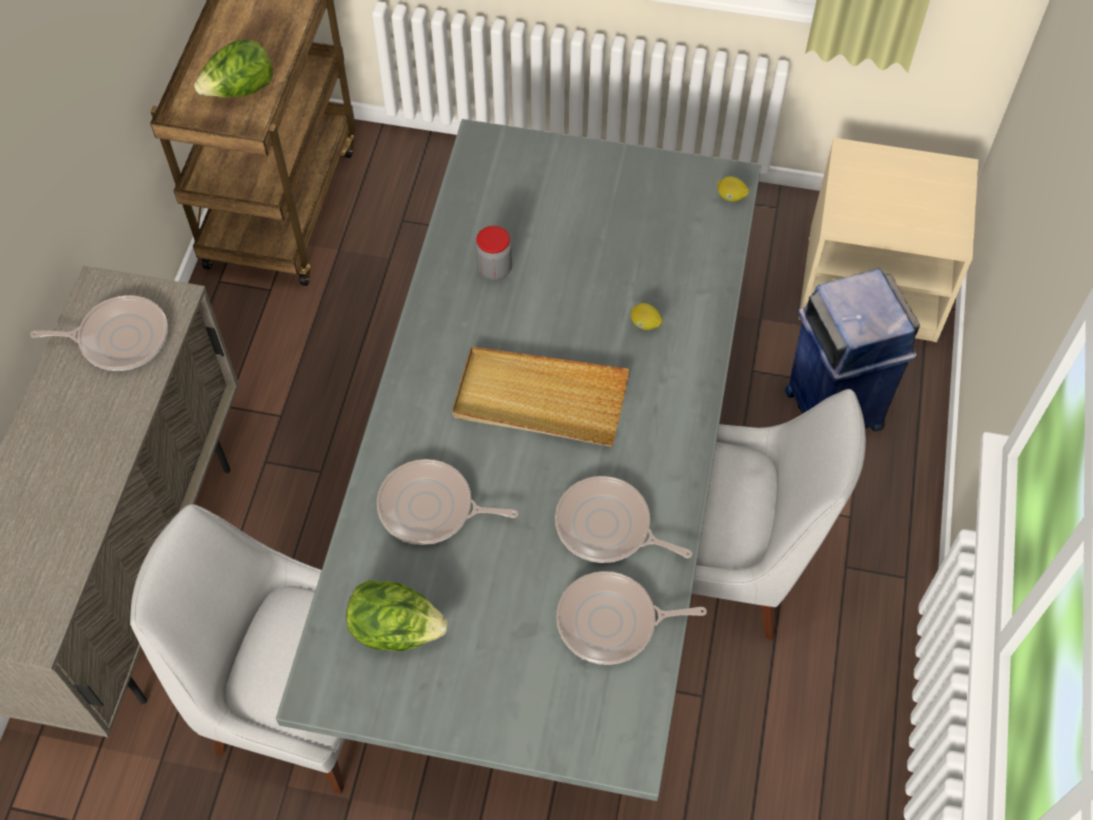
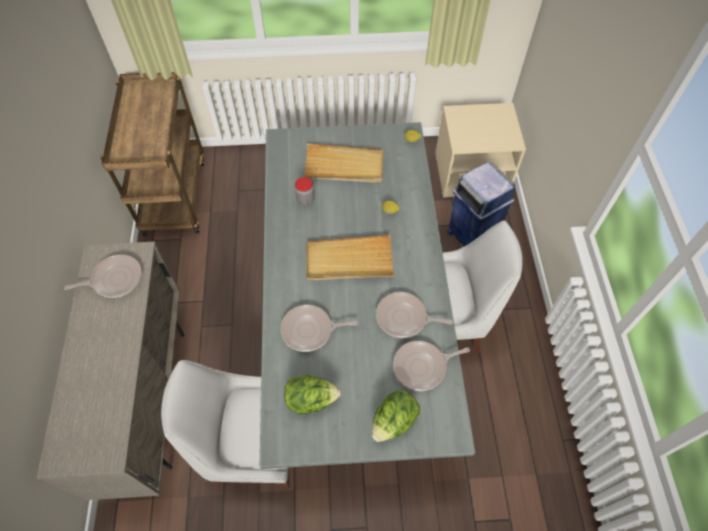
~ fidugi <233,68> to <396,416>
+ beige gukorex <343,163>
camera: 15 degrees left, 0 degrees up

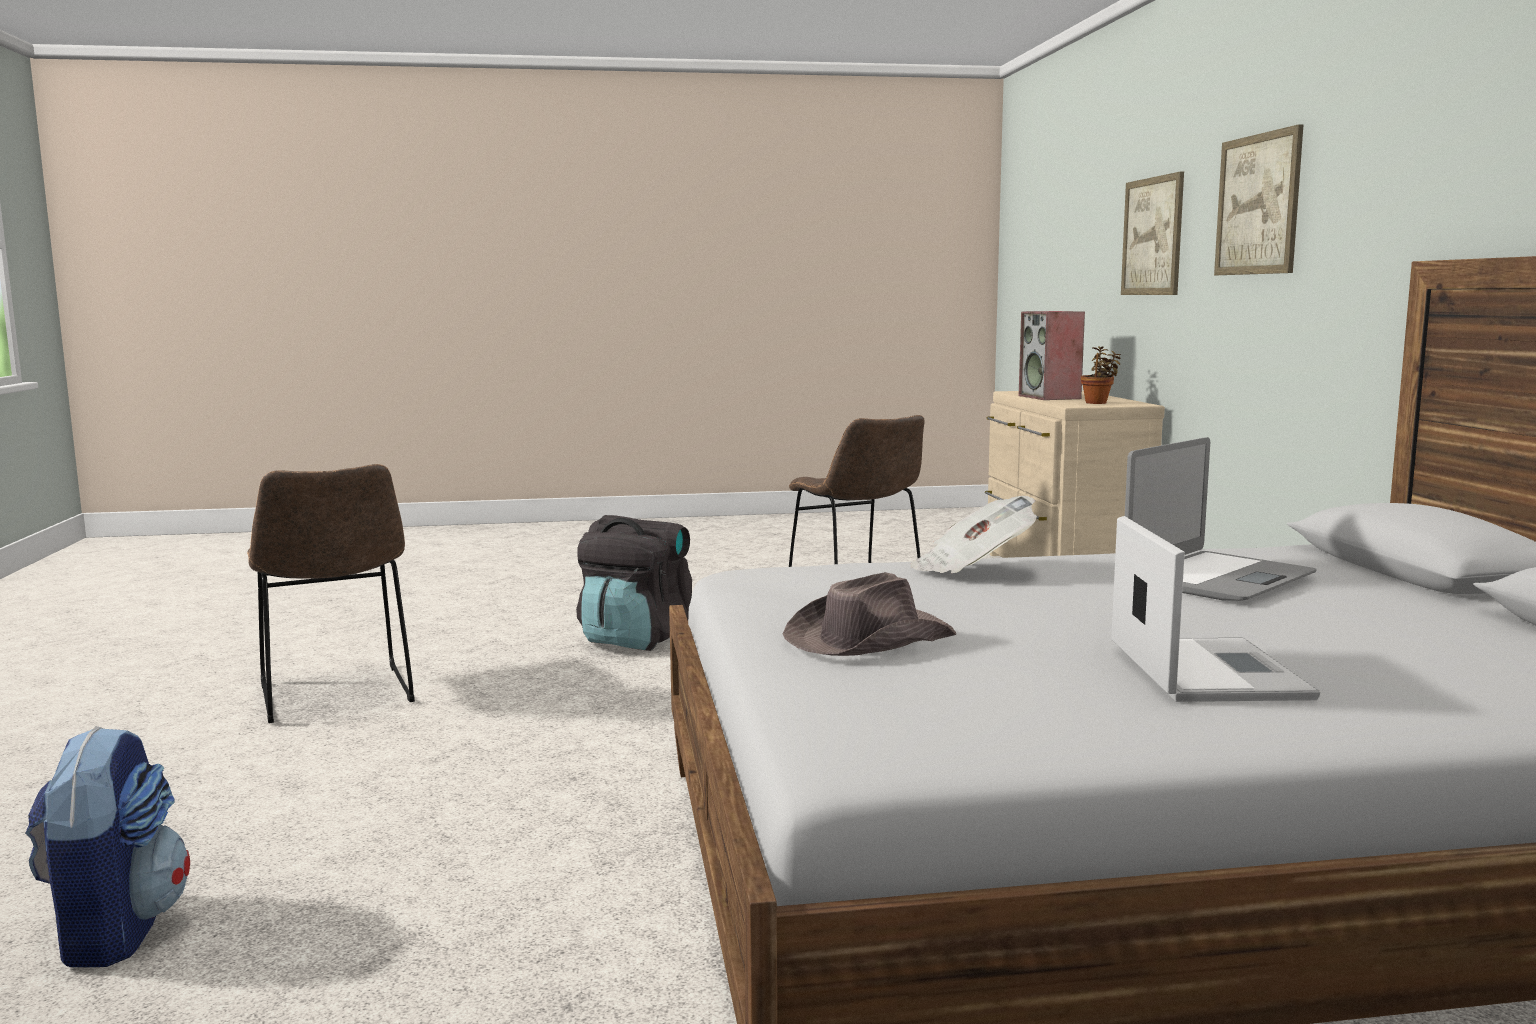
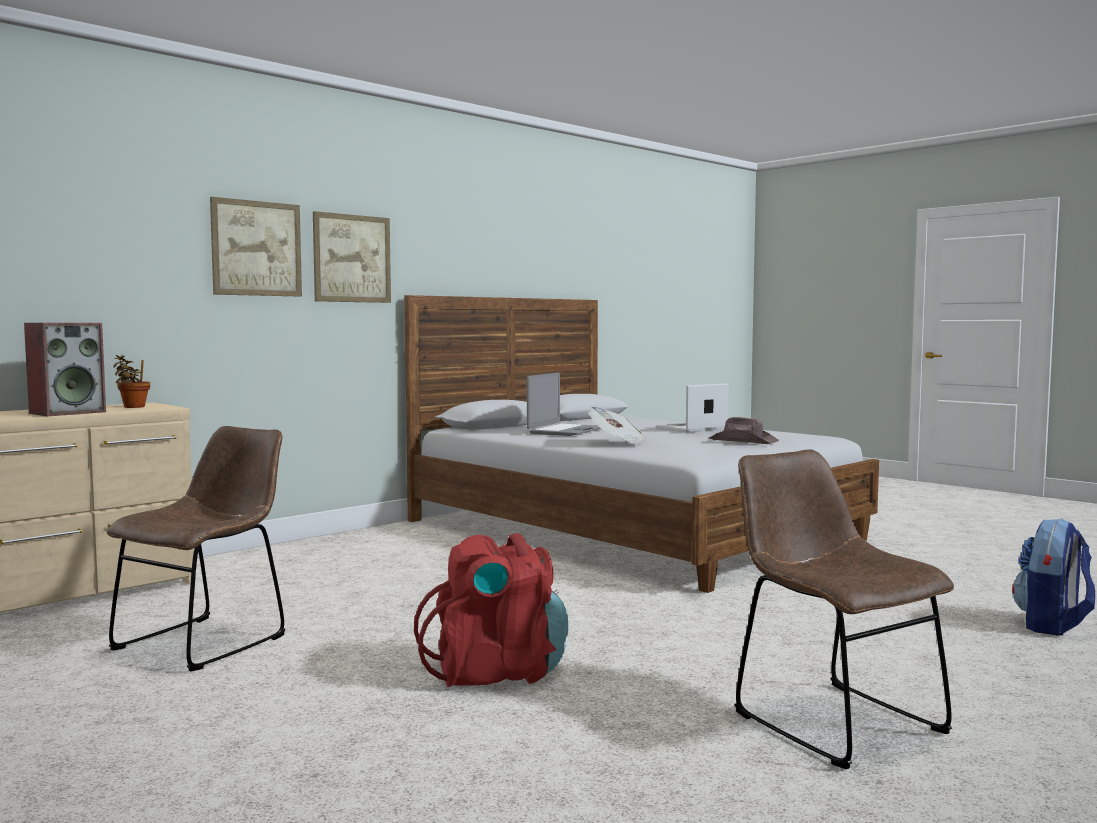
~ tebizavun <1152,233> to <352,257>
~ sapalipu <1221,519> = <563,404> 105 degrees clockwise
~ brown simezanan <331,593> = <844,609> 60 degrees counterclockwise
~ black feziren <634,583> to red feziren <491,610>
camera: 125 degrees left, 5 degrees down

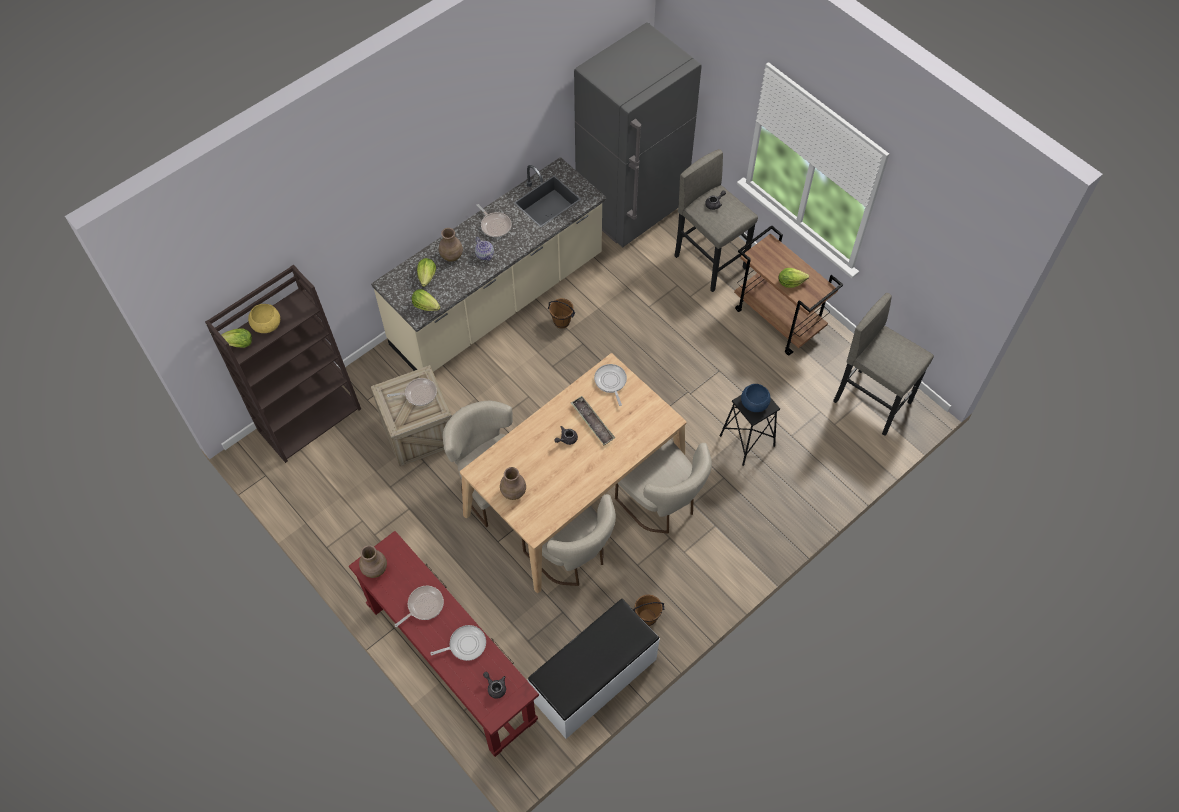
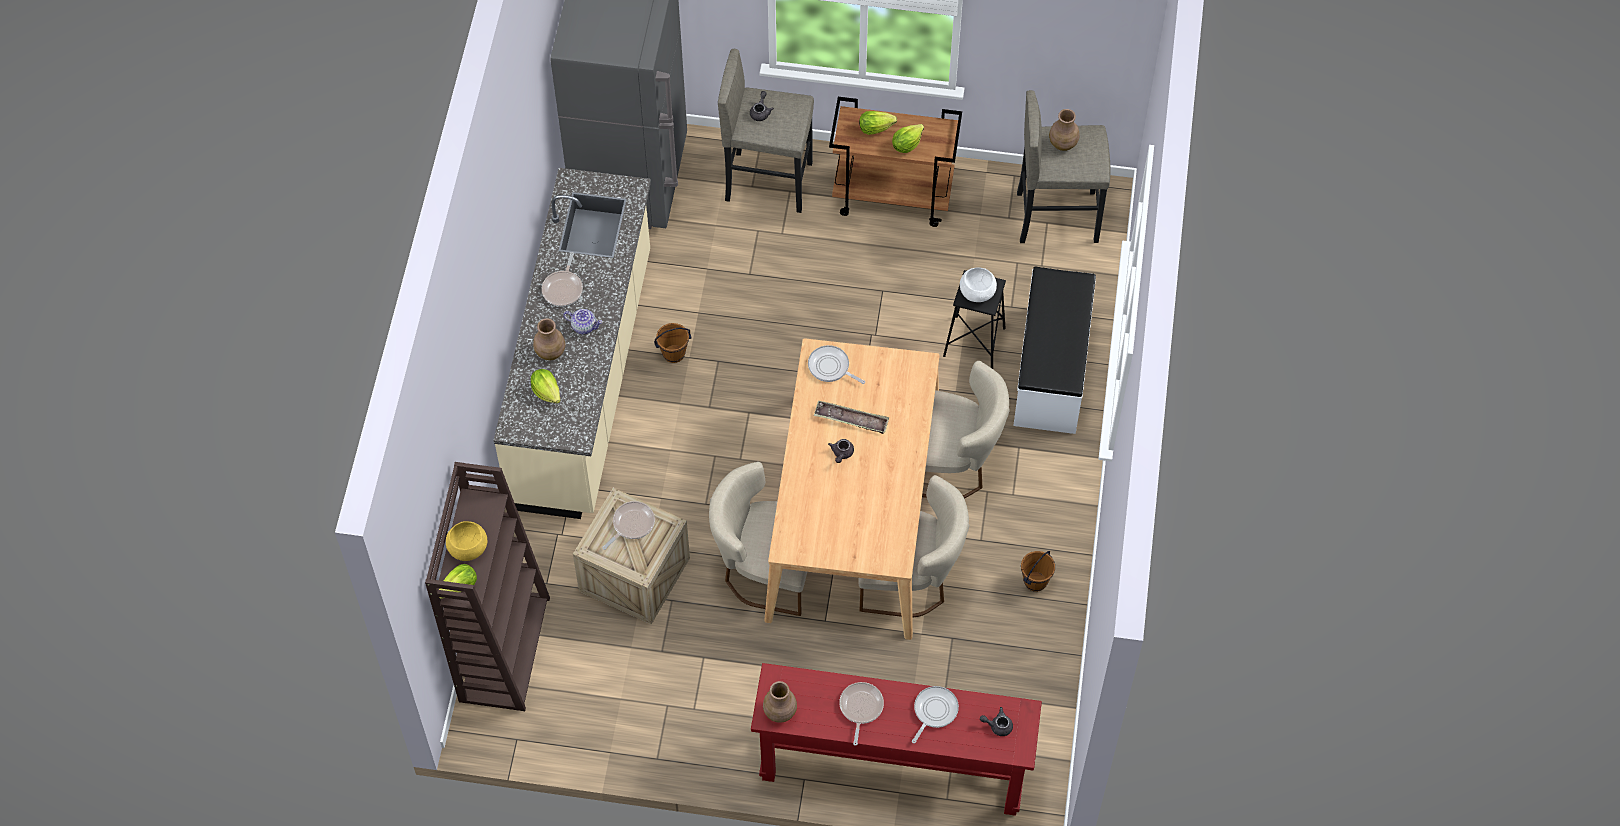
~ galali <493,221> = <562,279> 90 degrees clockwise
~ fidugi <426,300> to <878,123>
~ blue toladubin <756,398> to white toladubin <978,284>
~ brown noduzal <513,483> to <1064,130>
~ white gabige <594,669> to <1054,350>
camera: 40 degrees left, 0 degrees up

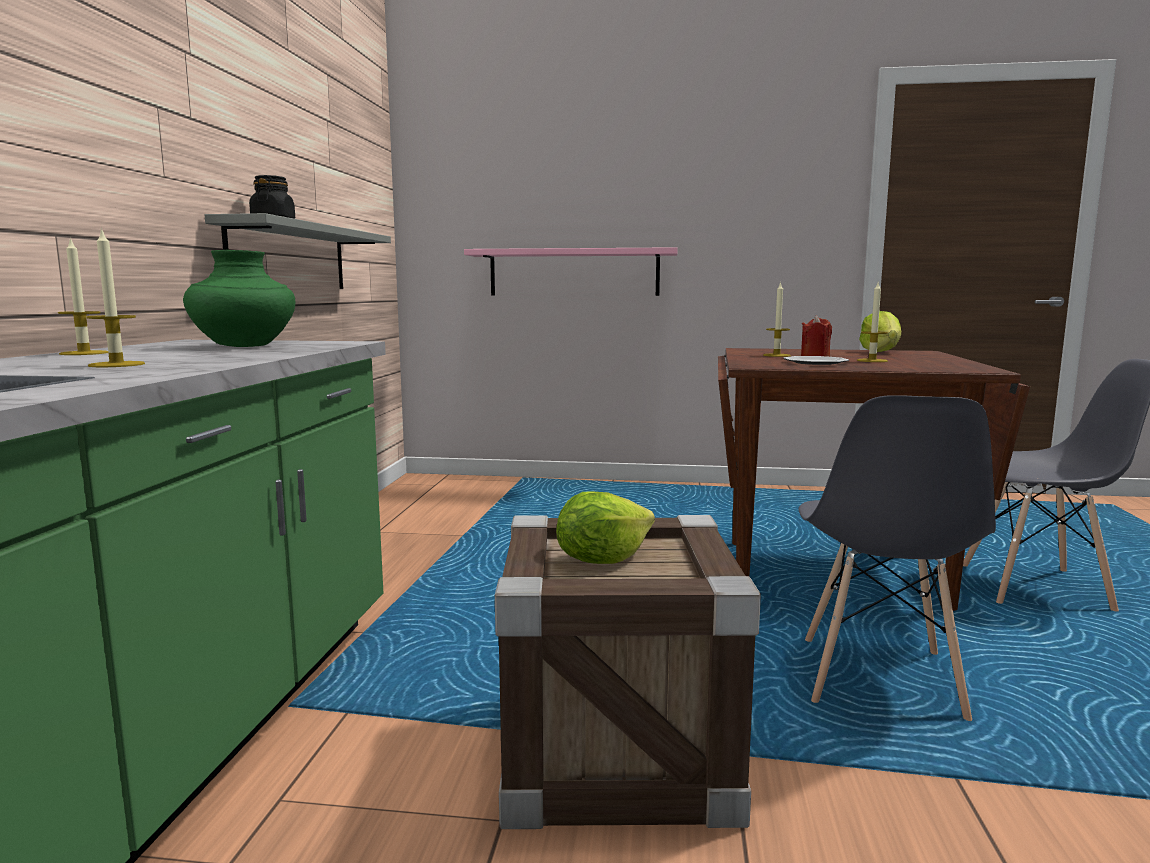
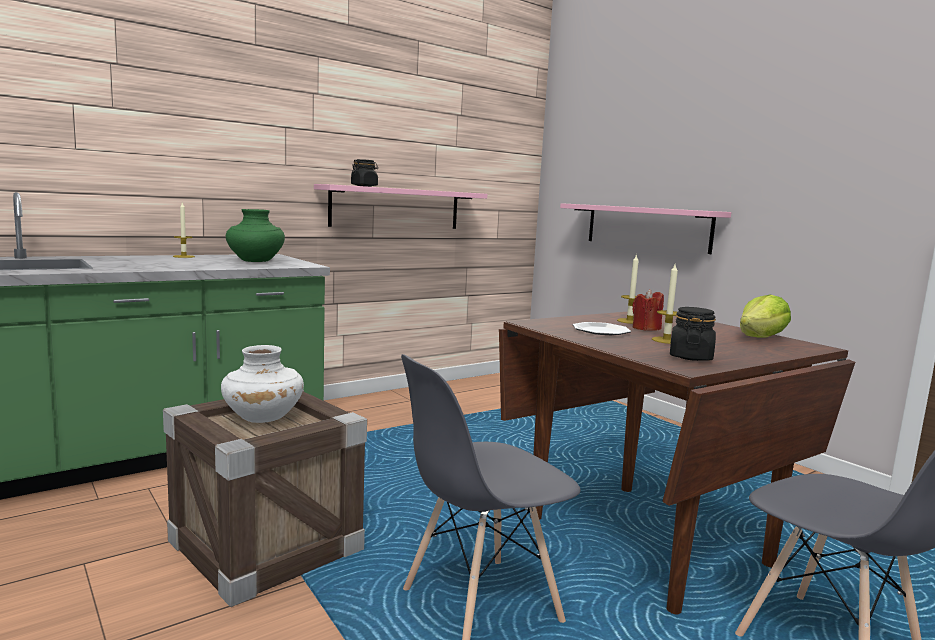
~ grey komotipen <298,251> to pink komotipen <400,206>
- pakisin <116,297>
~ fidugi <605,527> to white noduzal <262,384>
+ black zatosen <693,334>
camera: 45 degrees right, 0 degrees up

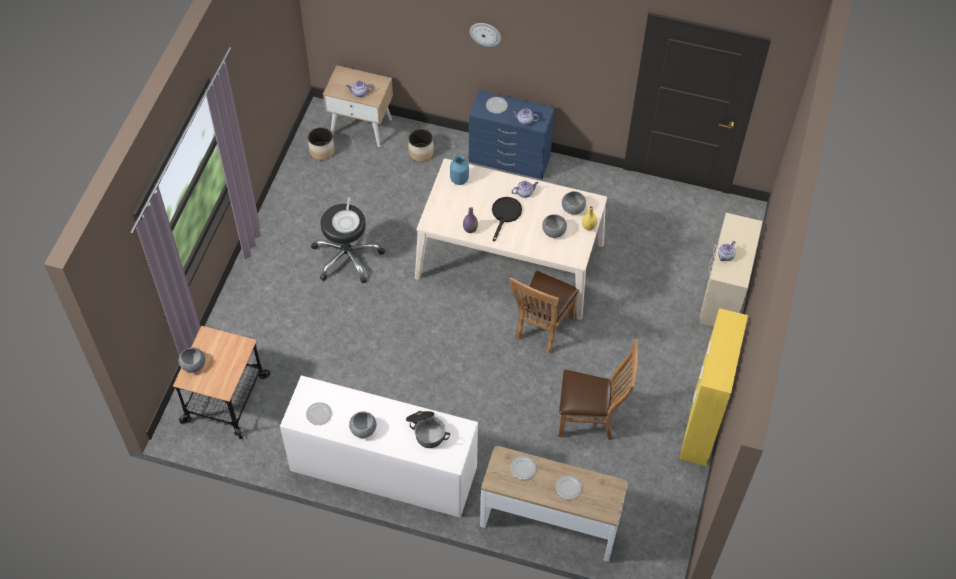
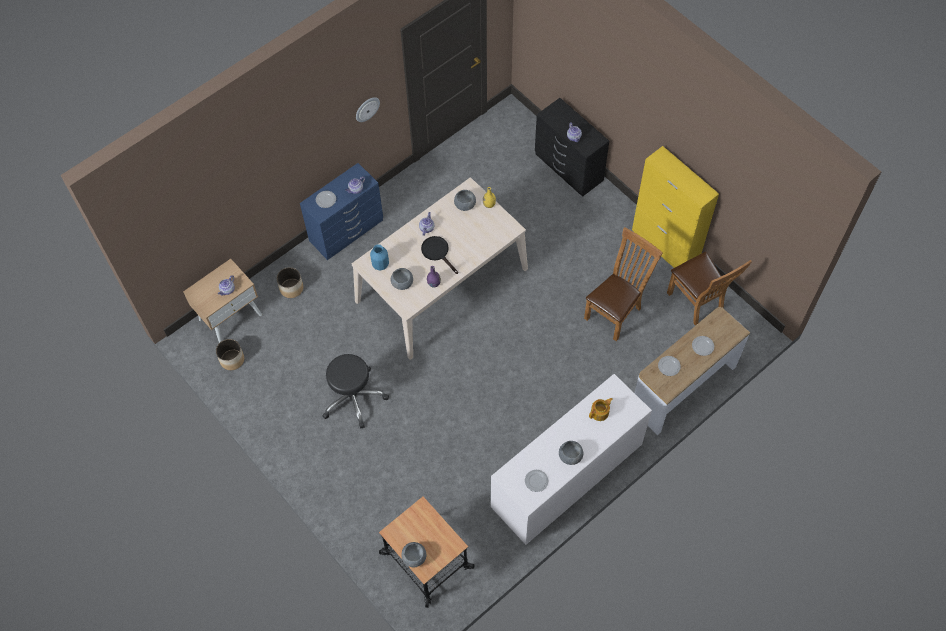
~ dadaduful <485,35> to <368,109>
- galali <346,215>
~ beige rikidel <730,270> to black rikidel <572,147>
~ grey toladubin <554,226> to <402,279>
~ brown simezanan <544,312> to <709,289>
~ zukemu <428,429> to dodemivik <601,409>
camera: 55 degrees left, 5 degrees up

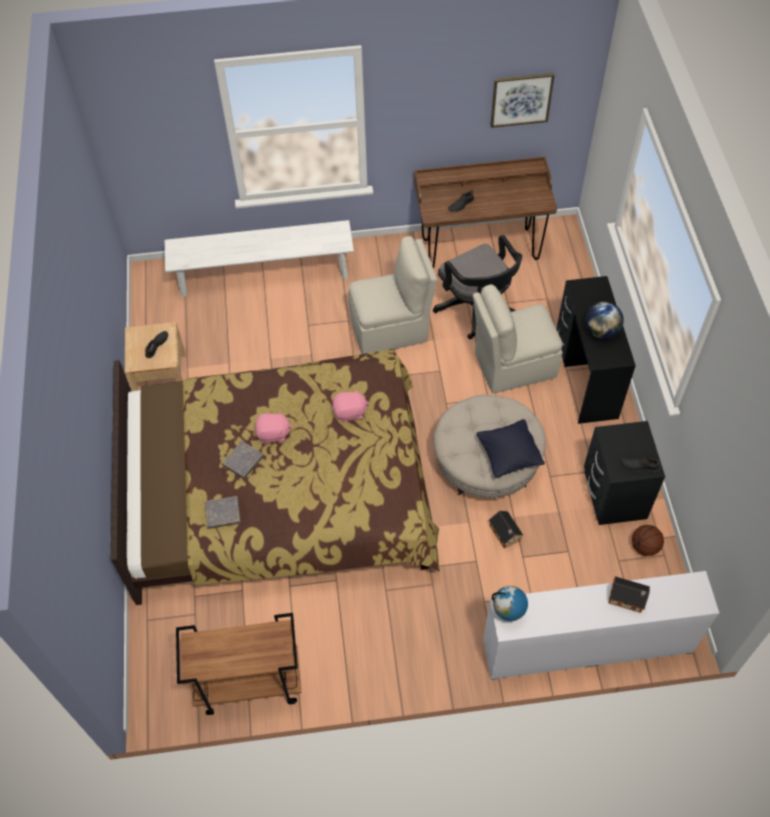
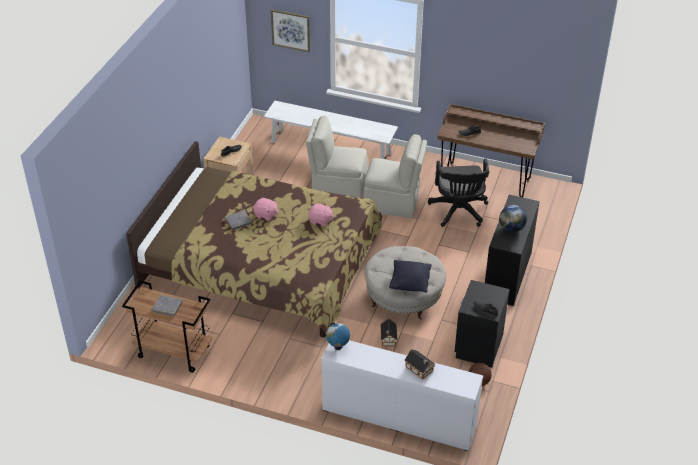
~ tebizavun <522,100> to <290,30>
~ beige simezanan <518,339> to <336,157>
~ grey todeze <223,512> to <167,306>
camera: 25 degrees right, 15 degrees down

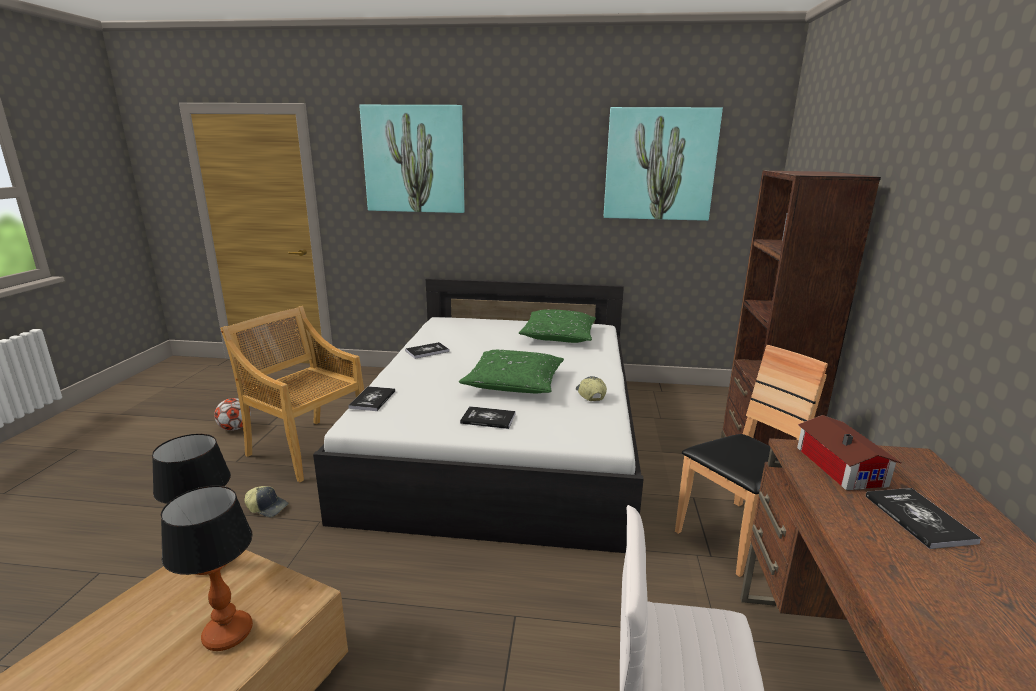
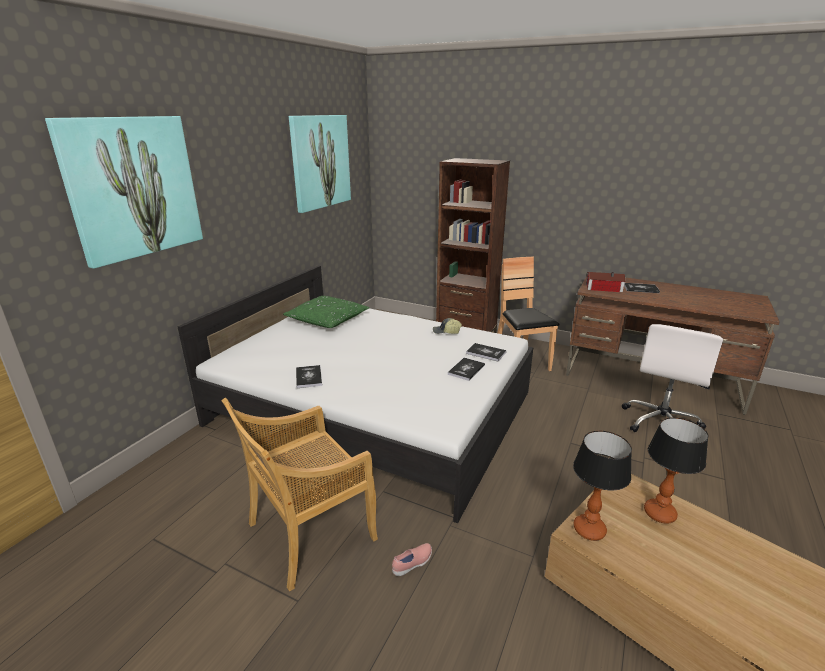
- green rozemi <511,371>
~ todeze <371,398> to <486,352>
- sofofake <232,414>
~ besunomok <267,501> to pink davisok <412,559>
camera: 70 degrees left, 5 degrees up

